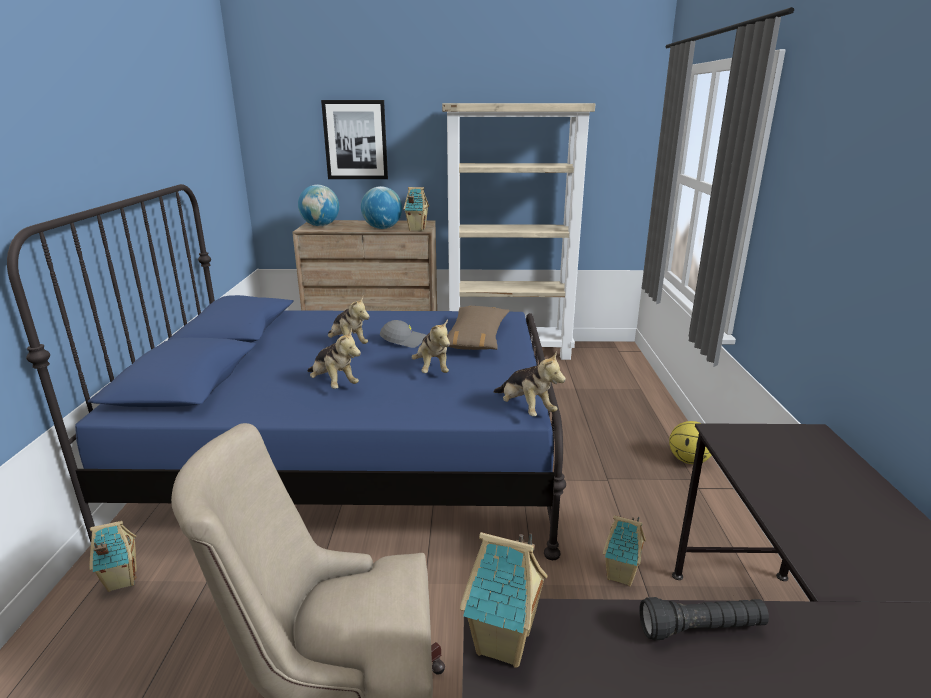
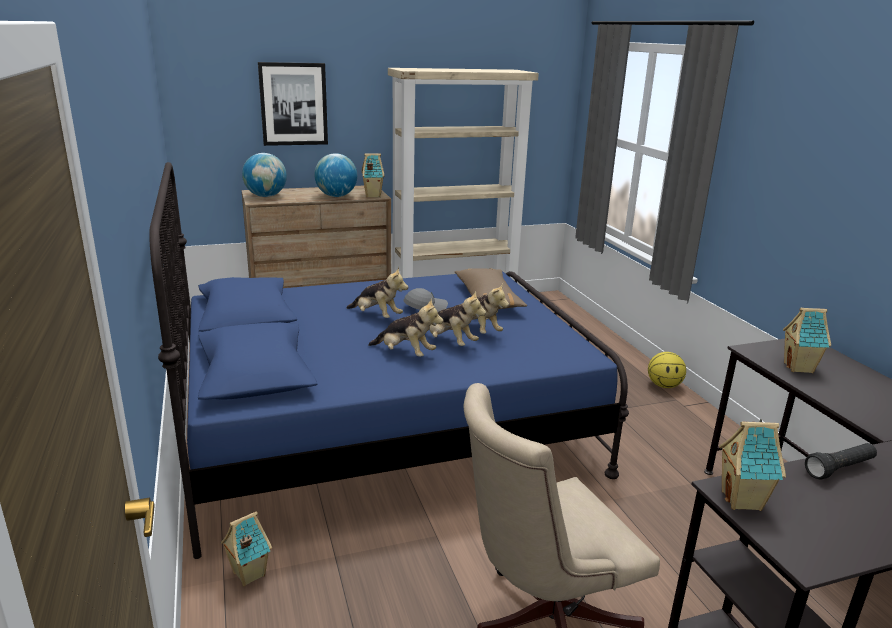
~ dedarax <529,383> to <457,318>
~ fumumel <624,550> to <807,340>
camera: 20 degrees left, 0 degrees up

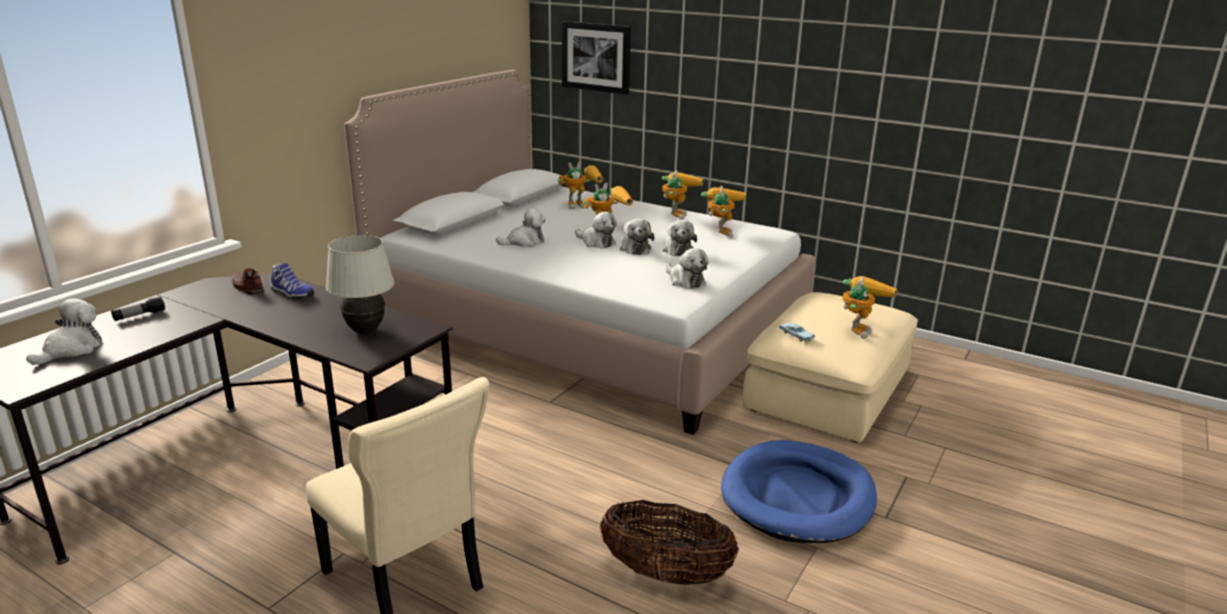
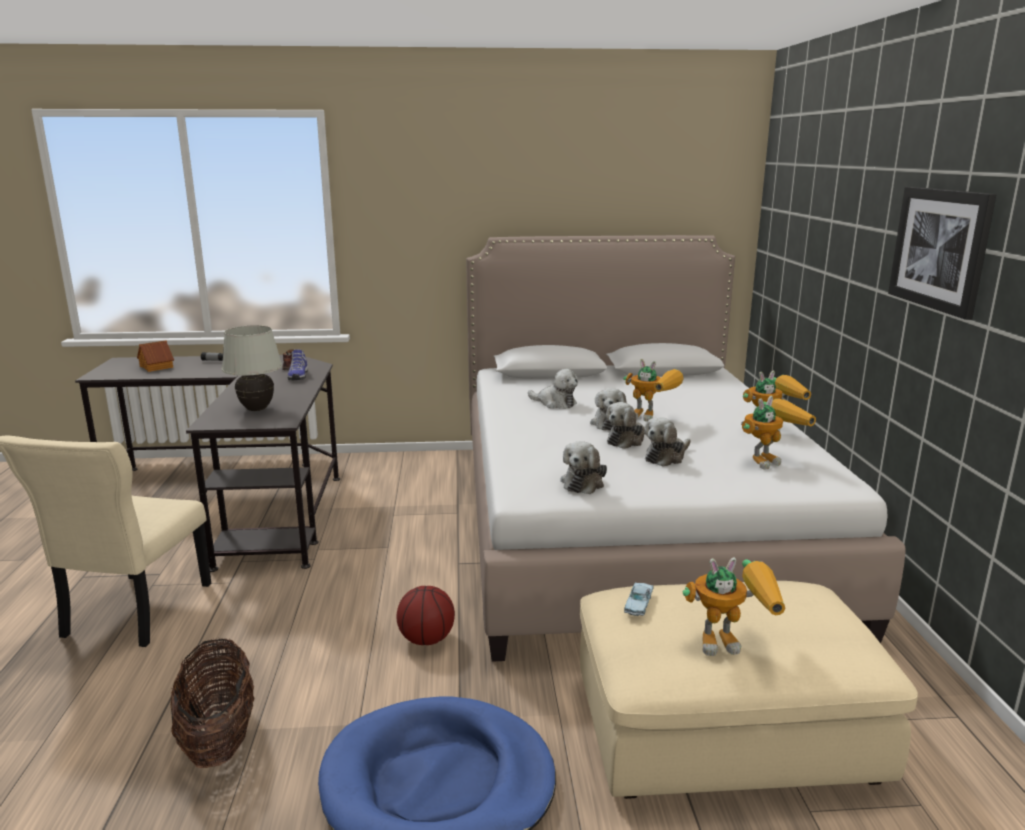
~ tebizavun <596,58> to <942,253>
- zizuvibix <580,186>
~ dedarax <64,331> to fumumel <155,356>
+ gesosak <425,615>
camera: 55 degrees right, 5 degrees down

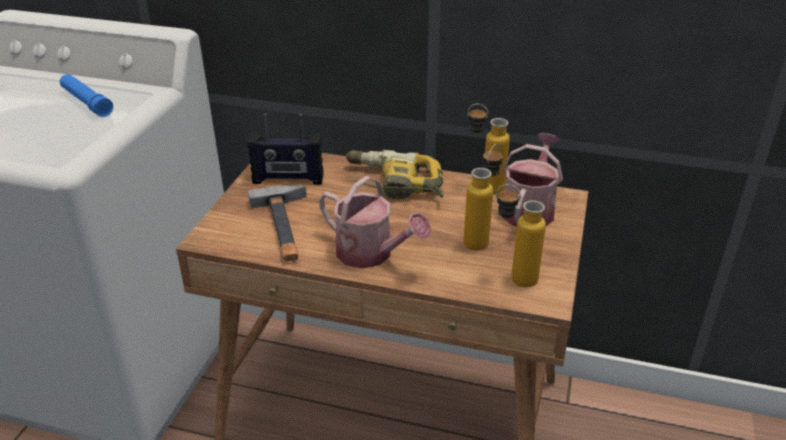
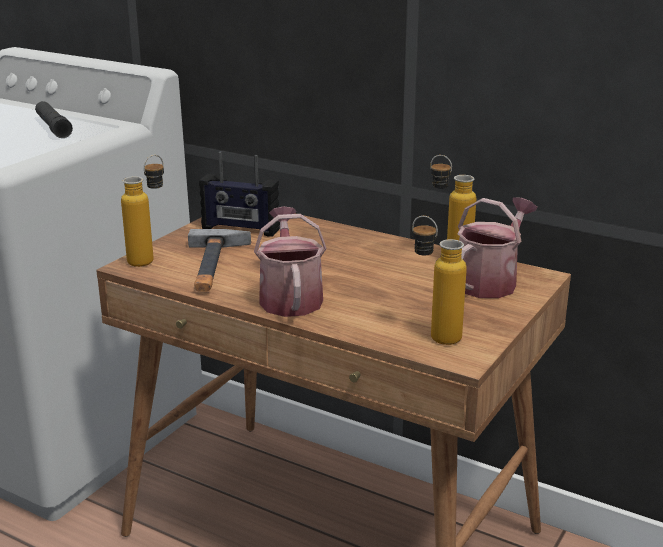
~ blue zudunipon <86,95> to black zudunipon <54,119>
~ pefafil <483,197> to <142,211>
- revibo <395,174>
~ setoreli <375,222> = <290,262> 150 degrees counterclockwise
camera: 15 degrees right, 10 degrees down

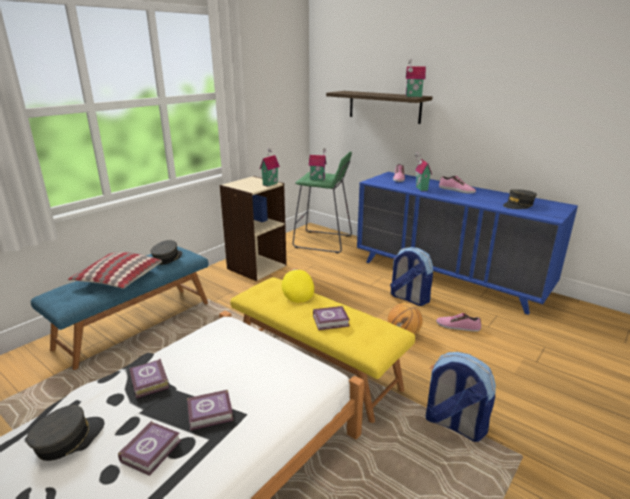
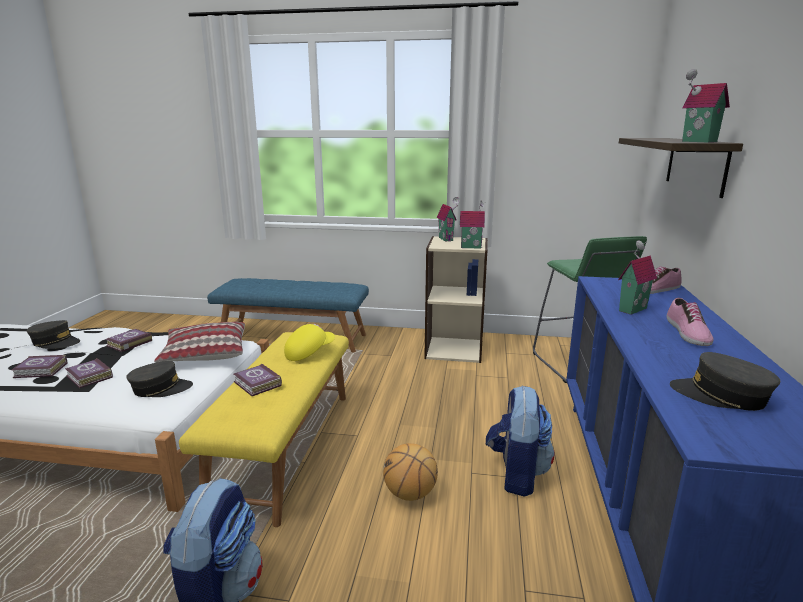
~ fumumel <317,164> to <448,219>
~ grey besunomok <166,252> to <159,379>
~ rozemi <115,270> to <199,342>
- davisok <458,322>
camera: 60 degrees right, 5 degrees down

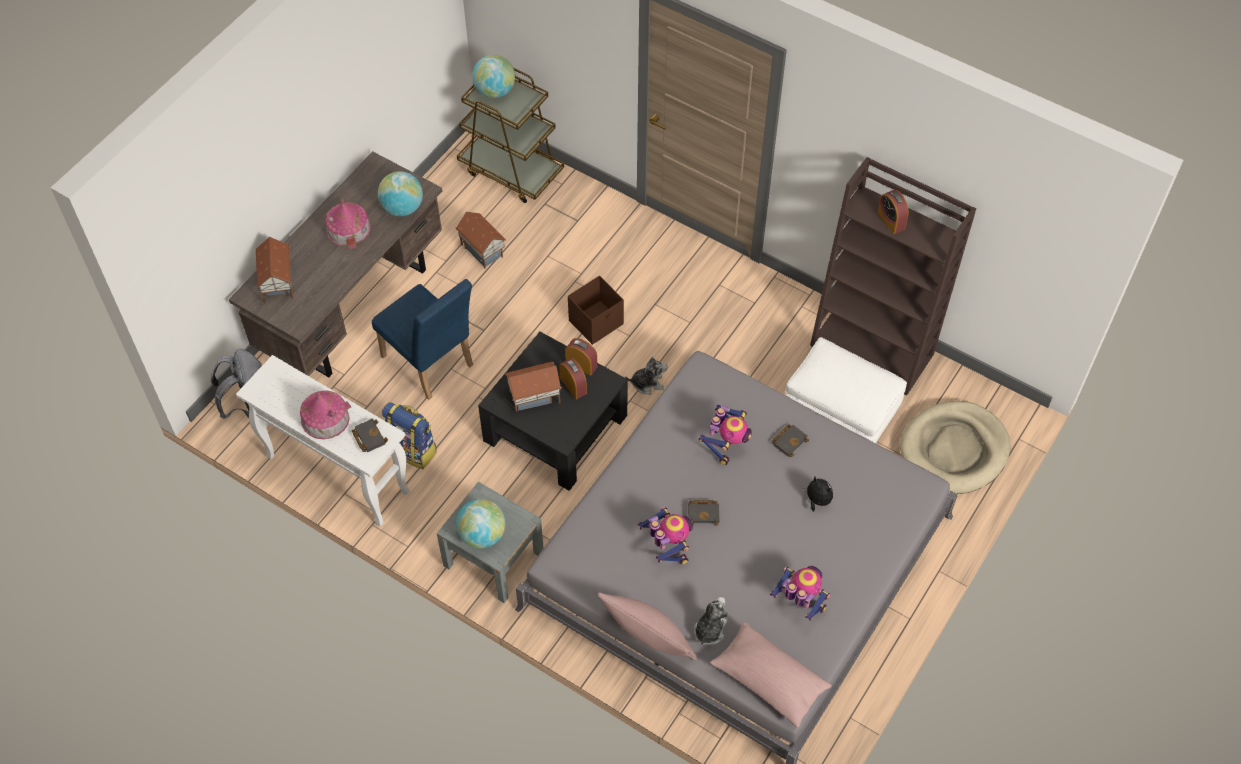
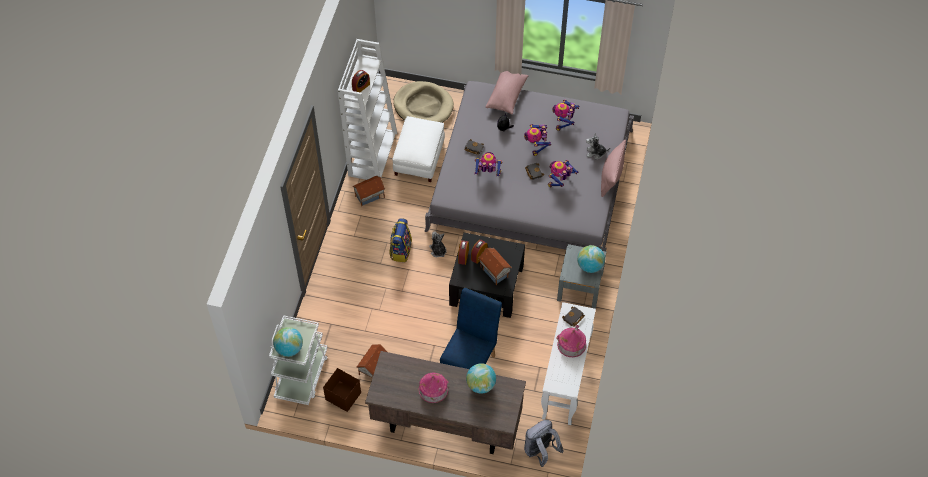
~ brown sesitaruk <510,135> to white sesitaruk <298,360>
~ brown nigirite <893,276> to white nigirite <367,109>
~ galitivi <400,193> to <481,378>
~ fumumel <274,270> to <368,191>
~ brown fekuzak <596,310> to <342,390>
~ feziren <409,435> to <400,240>
~ pink rozemi <771,675> to <507,93>
+ zizuvibix <537,140>
camera: 110 degrees left, 0 degrees up

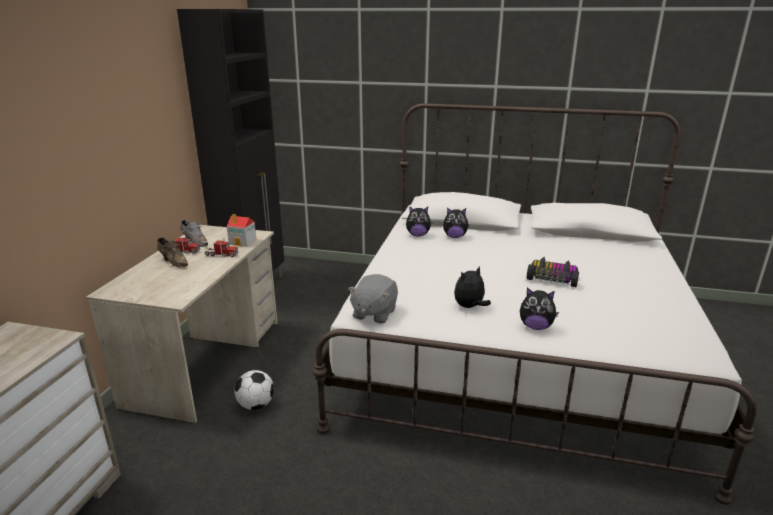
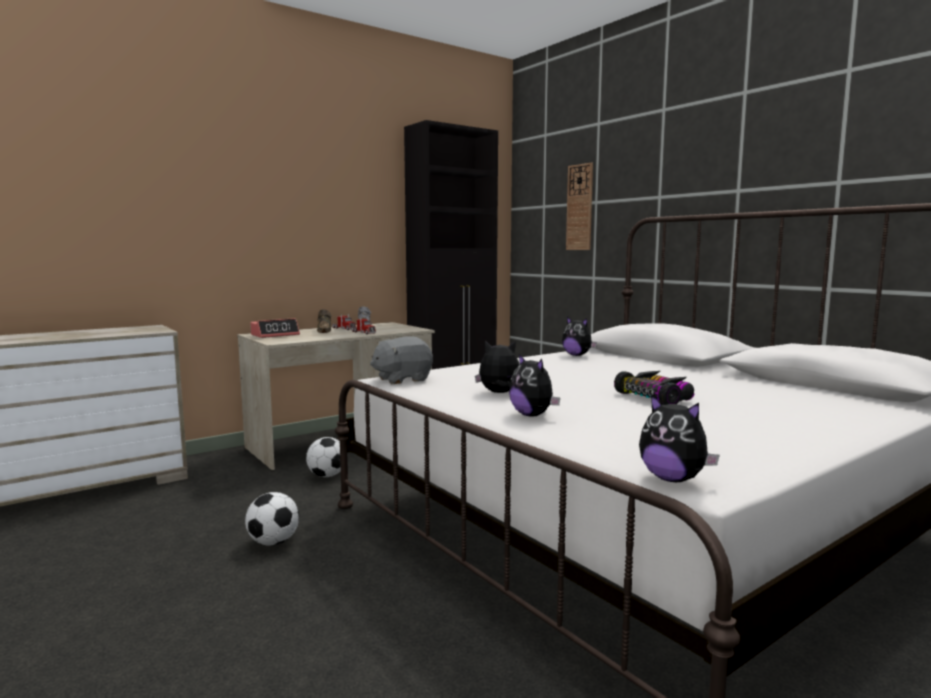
~ dedarax <456,223> to <679,438>
- fumumel <241,230>
+ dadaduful <579,206>
+ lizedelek <275,328>
+ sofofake <272,519>
camera: 40 degrees right, 15 degrees down

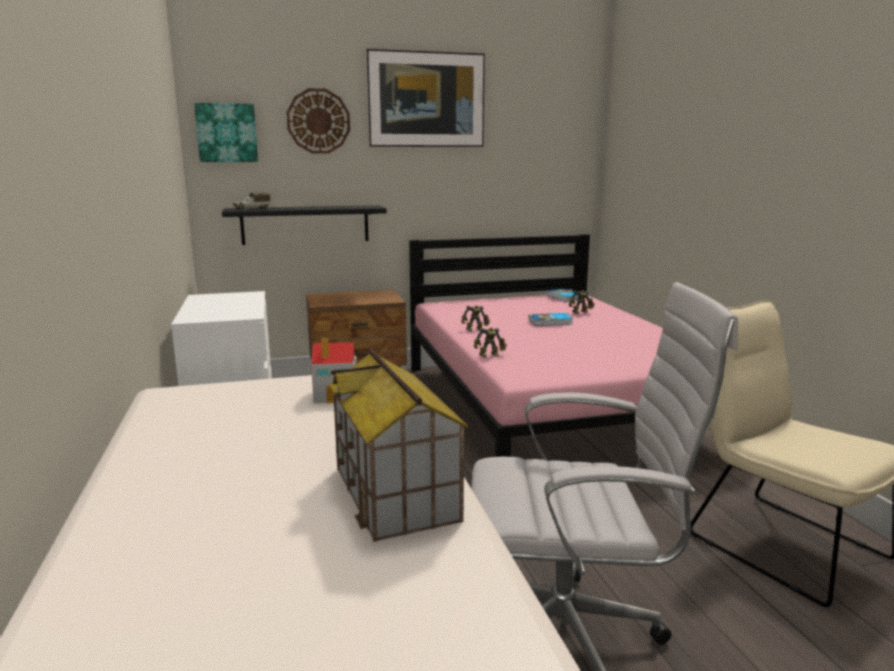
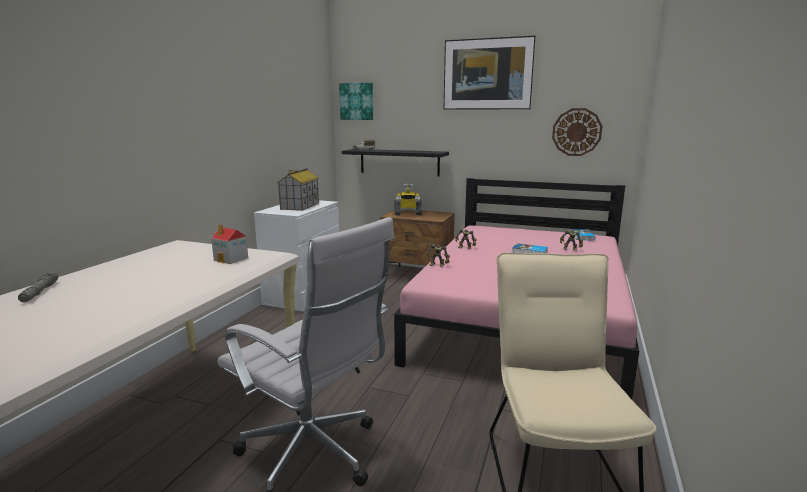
~ dadaduful <318,121> to <577,132>
~ fumumel <399,445> to <298,190>
+ zizuvibix <408,199>
+ grey zudunipon <38,287>
camera: 35 degrees right, 0 degrees up

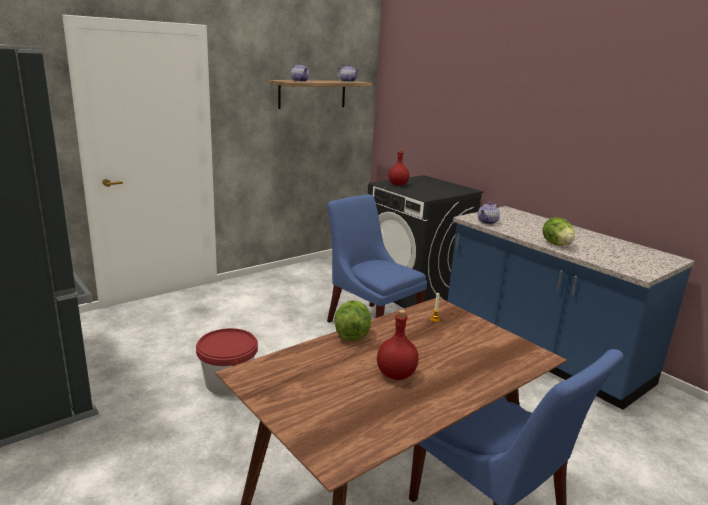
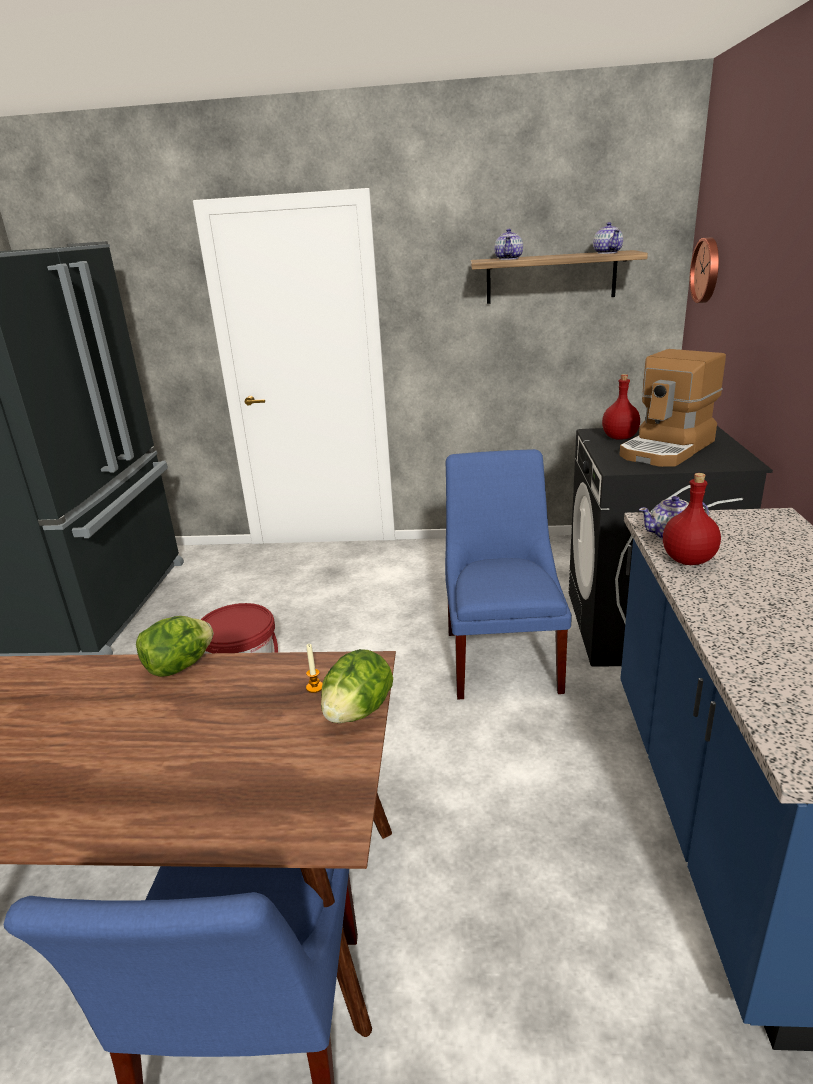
~ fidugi <559,231> to <357,686>
~ red pefafil <398,344> to <692,519>
+ dadaduful <704,270>
+ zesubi <672,408>
camera: 45 degrees right, 5 degrees up

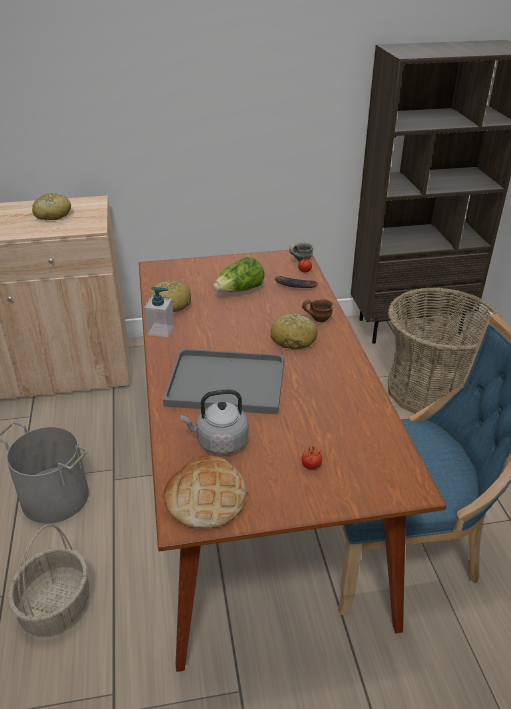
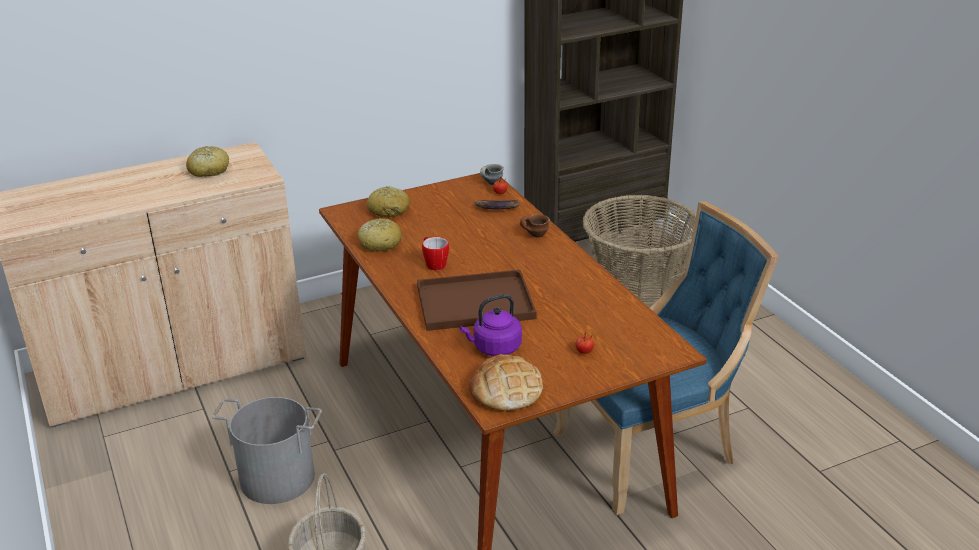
- fidugi <238,274>
- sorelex <159,312>
~ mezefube <294,332> to <388,201>
~ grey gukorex <223,381> to brown gukorex <476,300>
~ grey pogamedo <214,421> to purple pogamedo <491,325>
+ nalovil <435,254>
camera: 15 degrees left, 5 degrees down

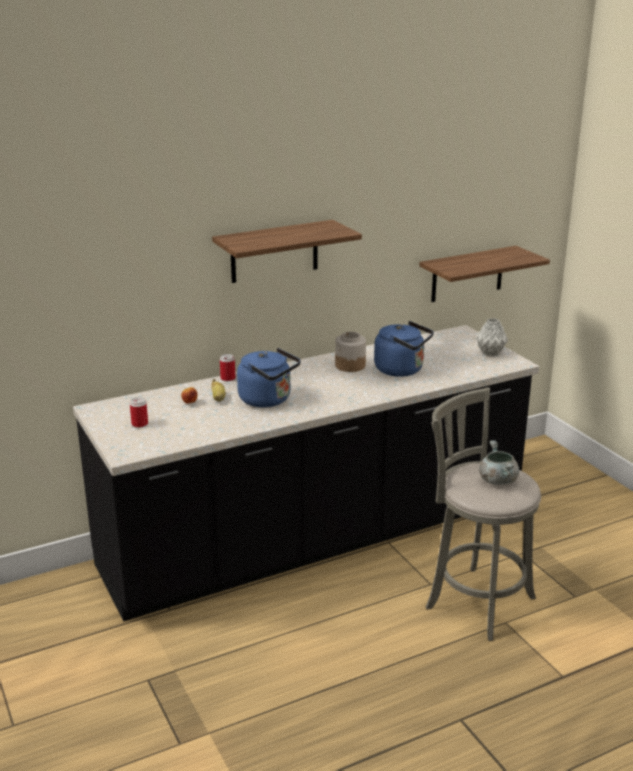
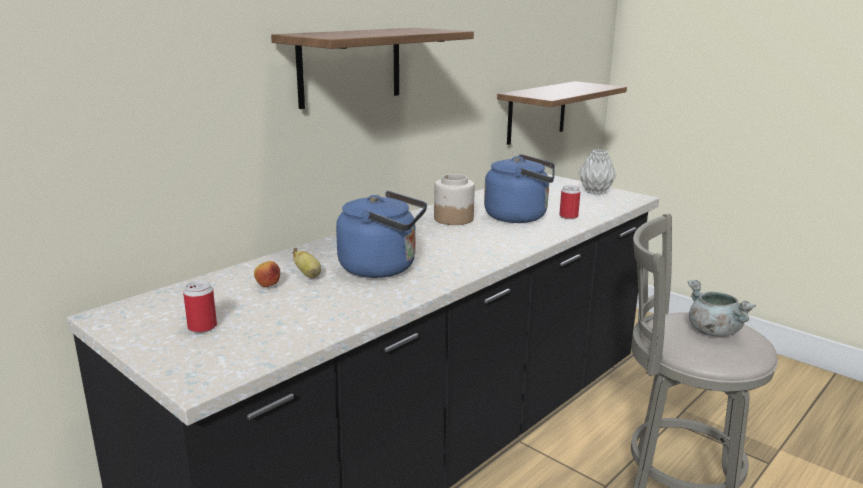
~ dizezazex <228,367> to <569,202>
camera: 20 degrees left, 5 degrees down

